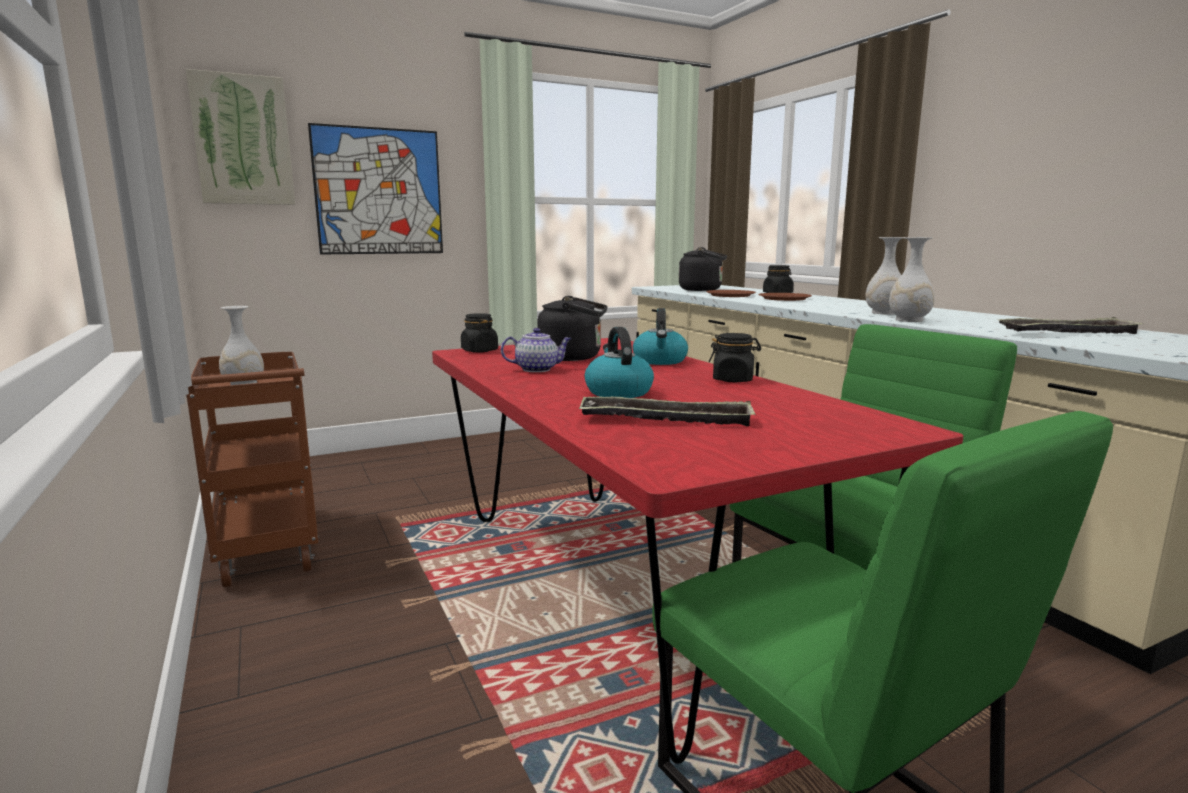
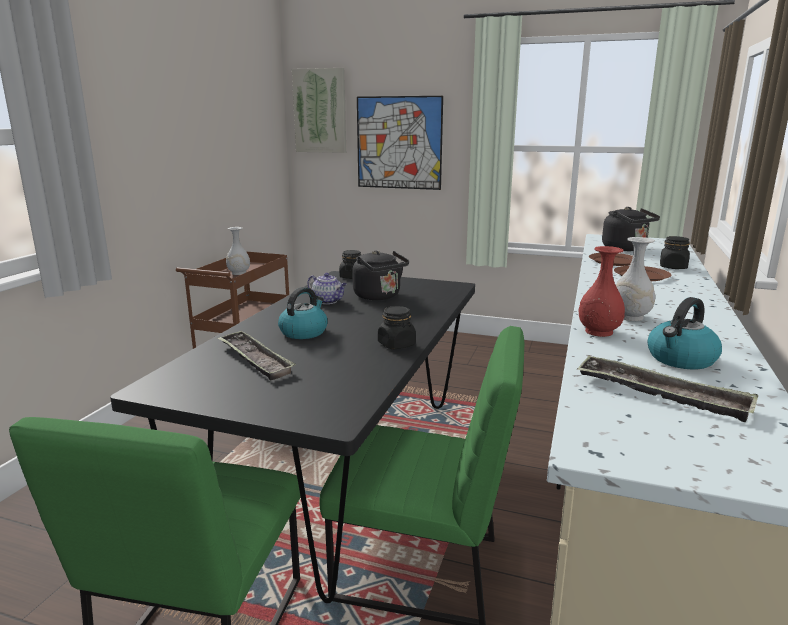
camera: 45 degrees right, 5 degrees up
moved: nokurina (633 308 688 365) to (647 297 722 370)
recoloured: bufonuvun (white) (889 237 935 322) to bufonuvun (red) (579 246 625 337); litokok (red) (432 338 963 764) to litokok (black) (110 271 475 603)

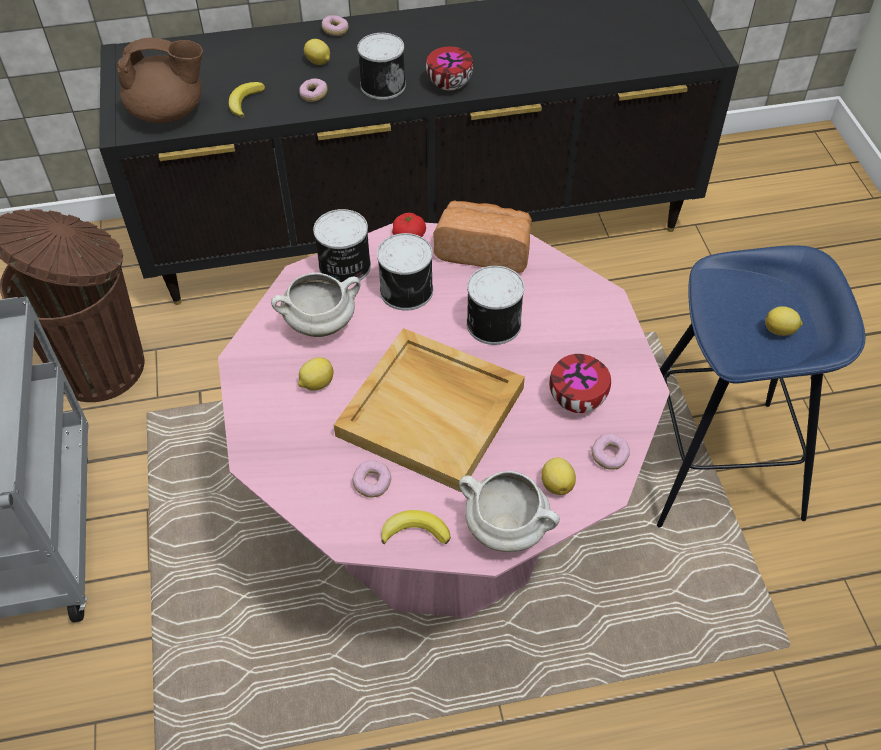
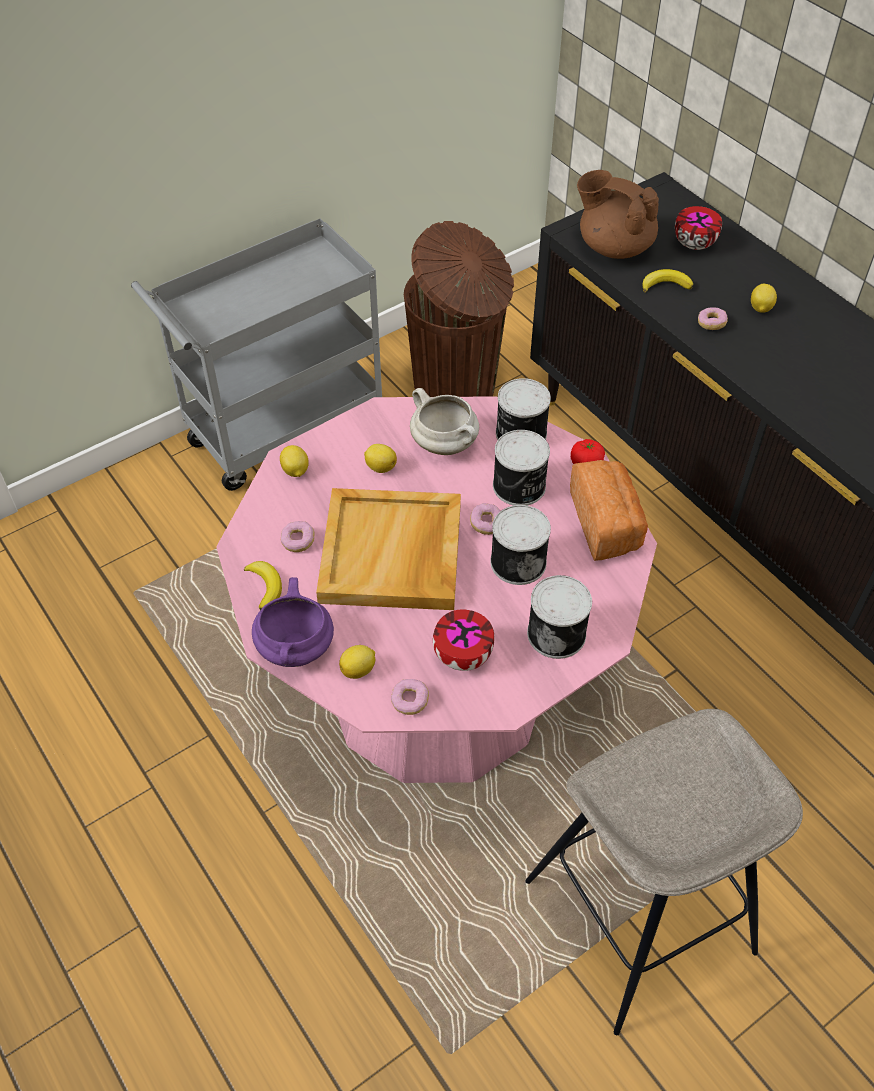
camera: 65 degrees right, 0 degrees up
moved: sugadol (322 15 348 36) to (470 503 501 535); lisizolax (357 33 406 100) to (527 575 592 659); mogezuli (426 46 474 90) to (675 206 722 250); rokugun (765 306 803 336) to (280 445 309 477)
recoloured: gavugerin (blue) (657 245 865 528) to gavugerin (grey) (525 709 803 1036); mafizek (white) (459 471 560 552) to mafizek (purple) (252 577 334 667)
turned: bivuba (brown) (116 38 203 123) = (577 170 659 259) 150 degrees clockwise

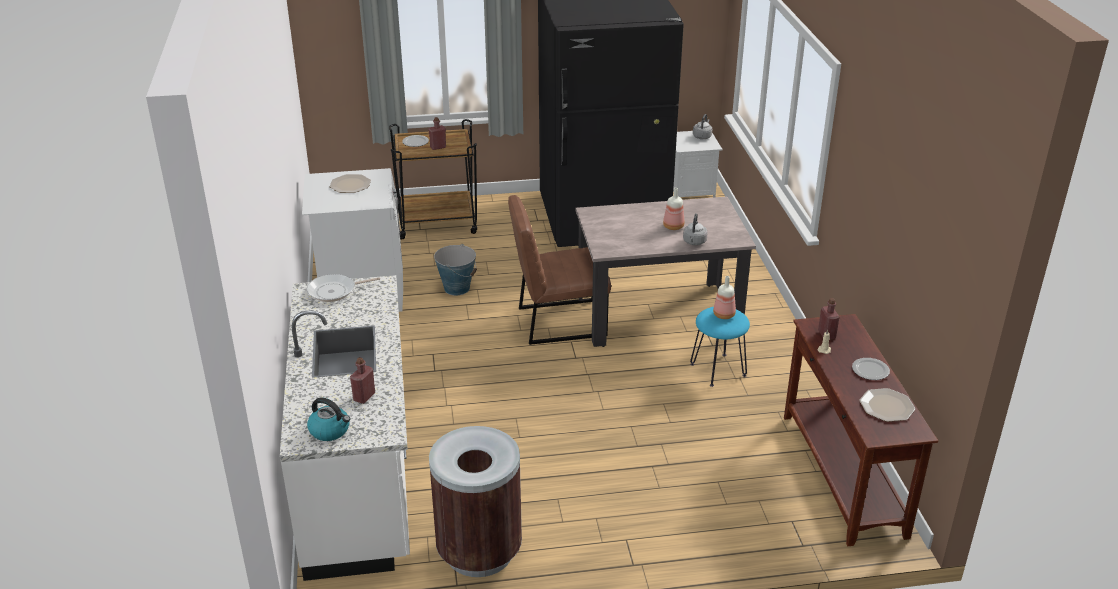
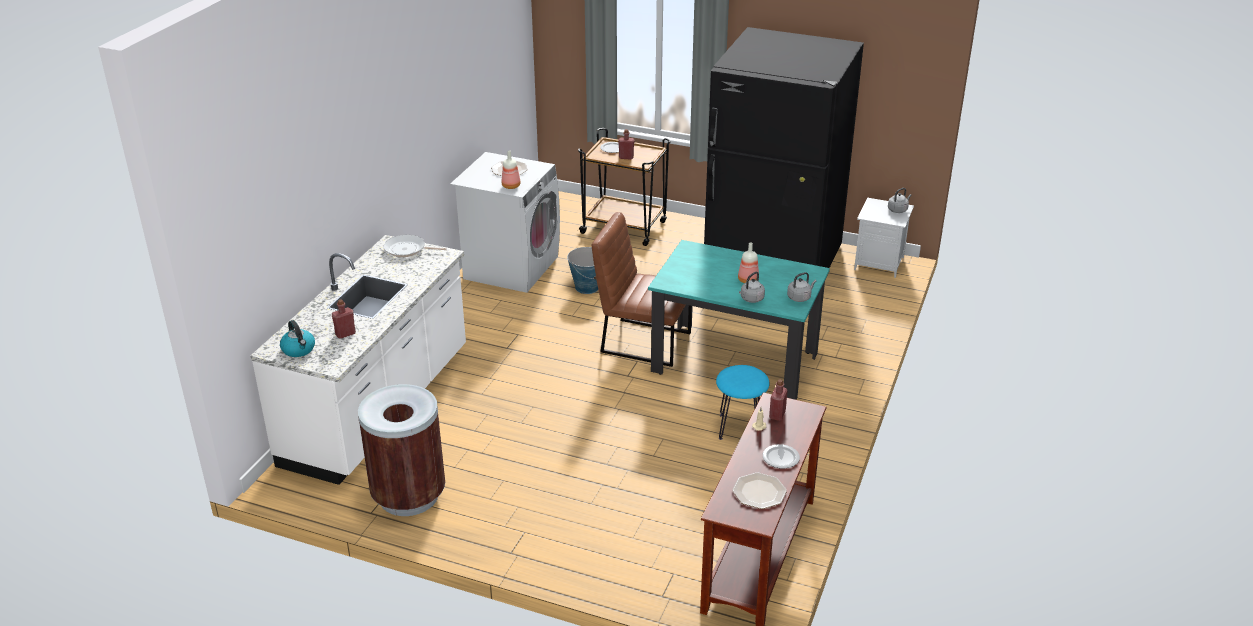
camera: 30 degrees right, 0 degrees up
added: nokurina (grey) (787 272 816 302)
moved: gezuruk (713 276 736 319) to (502 150 521 189)
recoloured: litokok (beige) (576 197 756 347) to litokok (turquoise) (648 240 830 400)

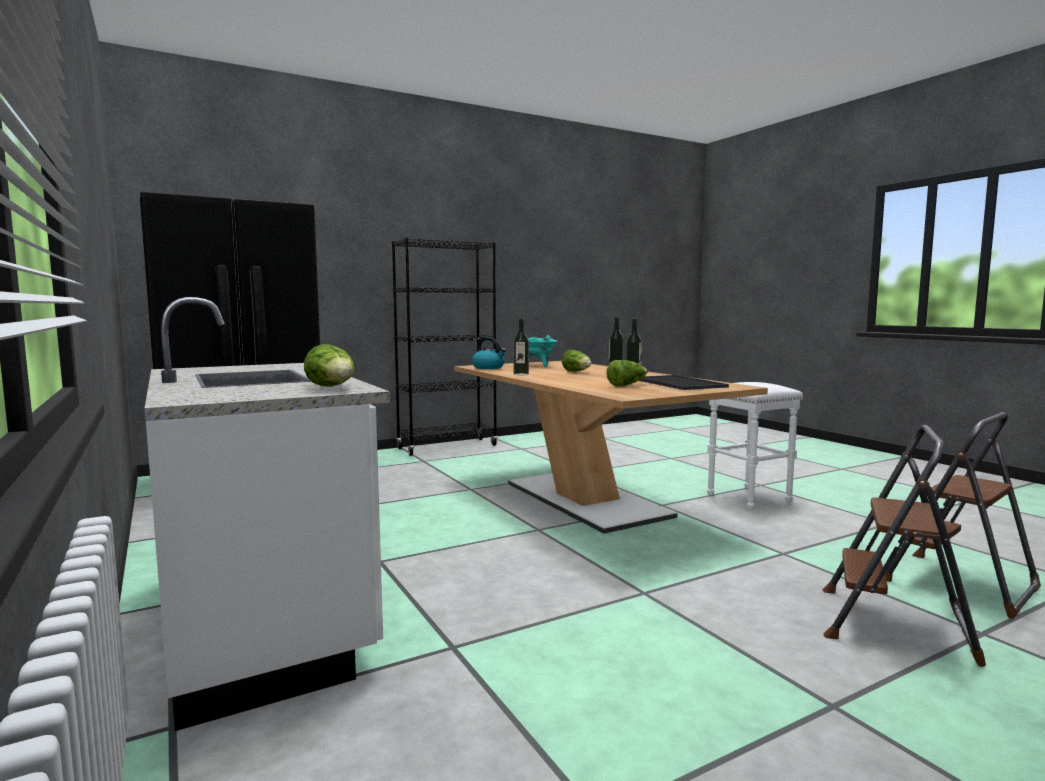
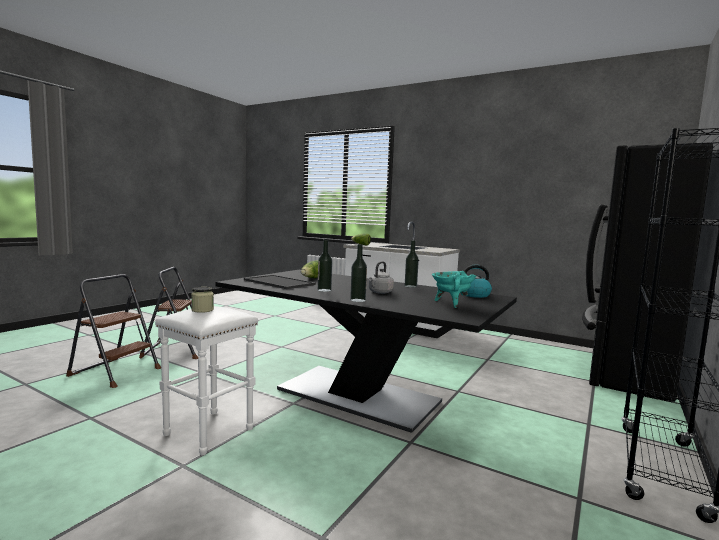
camera: 150 degrees right, 0 degrees up
added: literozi (191 287 214 313)
replaced: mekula (562 350 592 372) to nokurina (grey) (369 261 394 294)
recoloured: litokok (beige) (454 361 768 533) to litokok (black) (215 270 517 433)

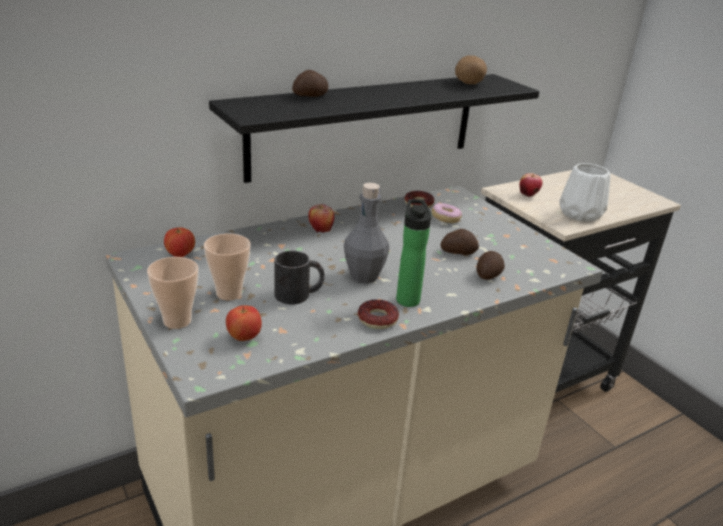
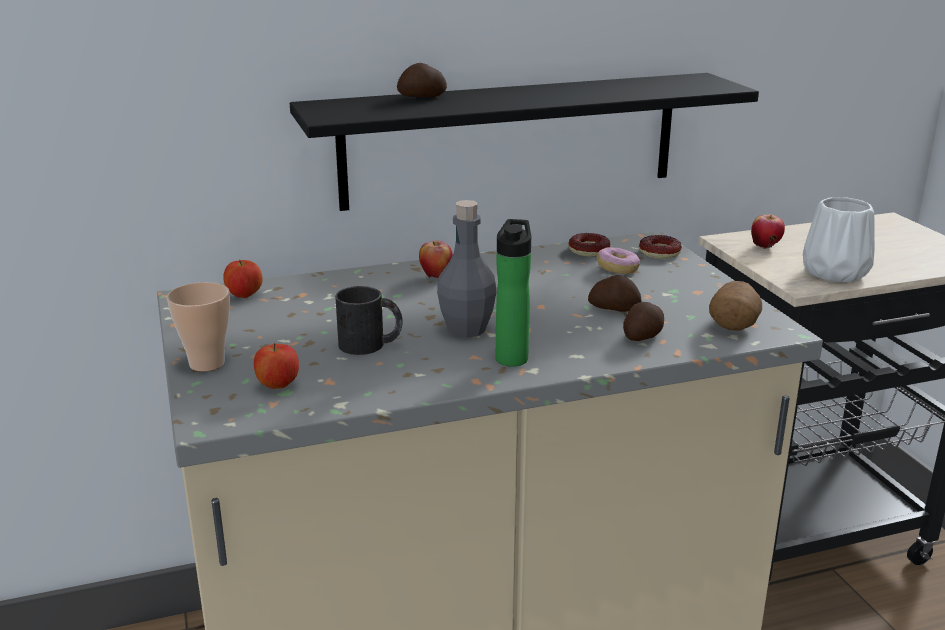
camera: 15 degrees right, 5 degrees down
removed: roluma (204 234 250 300)
moved: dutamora (455 55 487 84) to (709 281 762 331); sugadol (358 299 399 329) to (639 235 682 259)

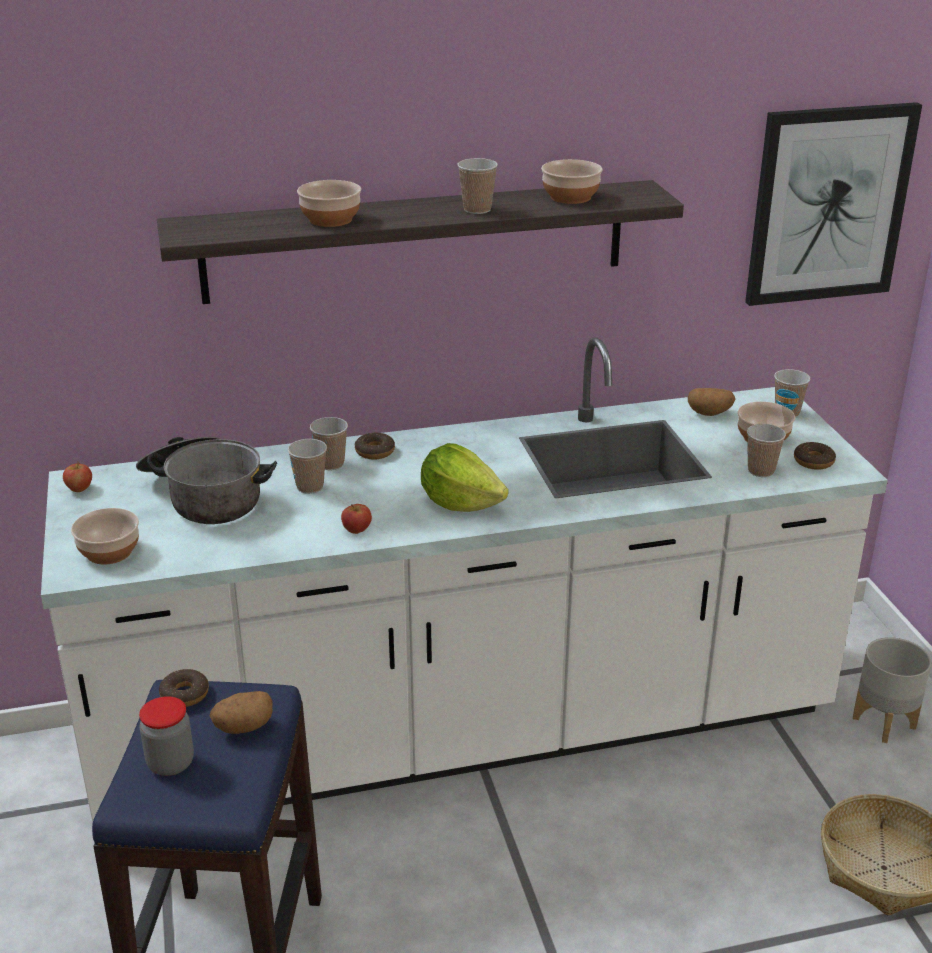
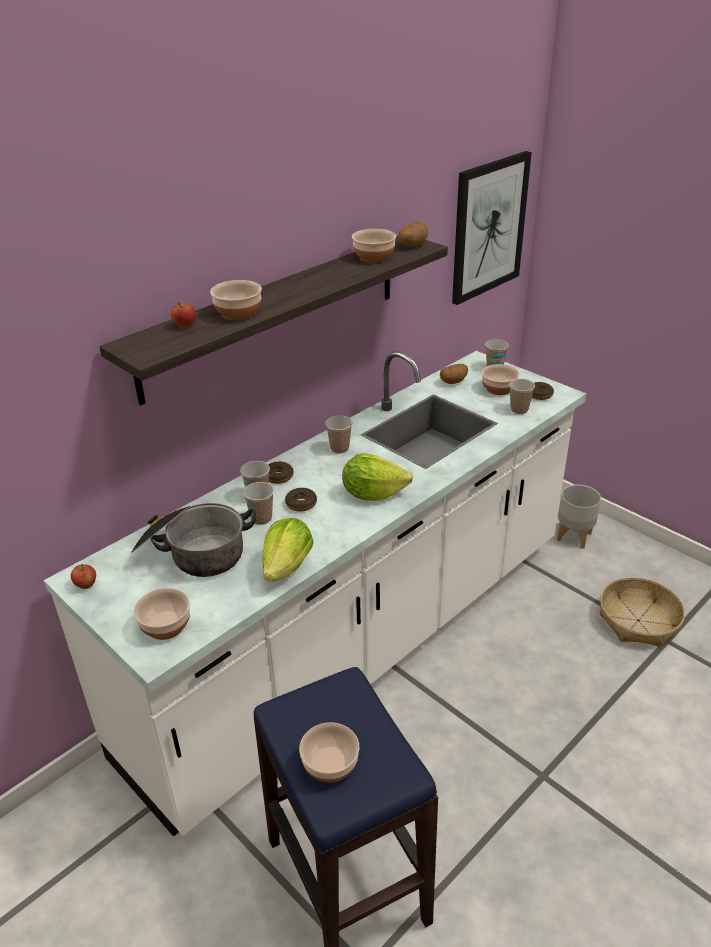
camera: 30 degrees left, 5 degrees up
added: mekula (263 518 314 582)
moved: roluma (457 158 498 214) to (325 416 352 454); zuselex (341 504 372 534) to (171 303 196 328); sugadol (159 669 209 707) to (285 488 317 512); dutamora (209 691 273 734) to (398 221 428 247)
replaced: literozi (139 696 194 776) to mogezuli (299 722 359 783)

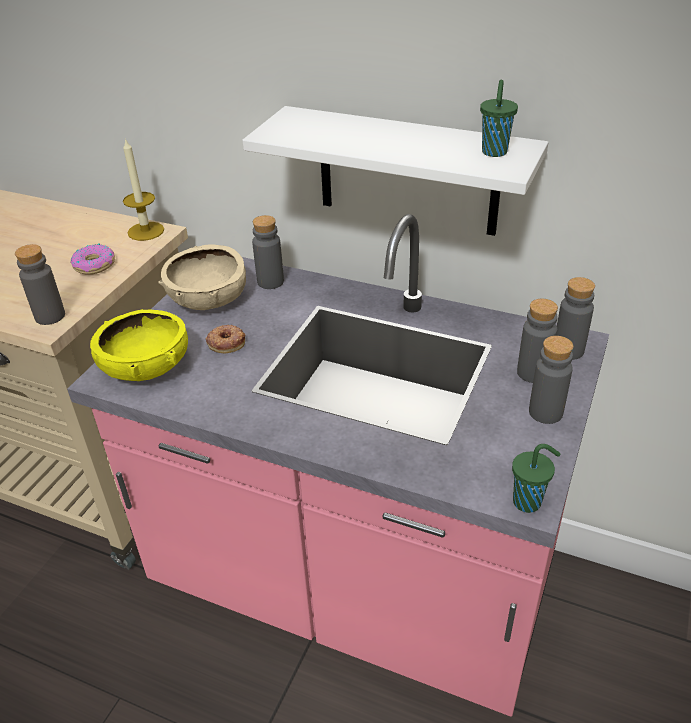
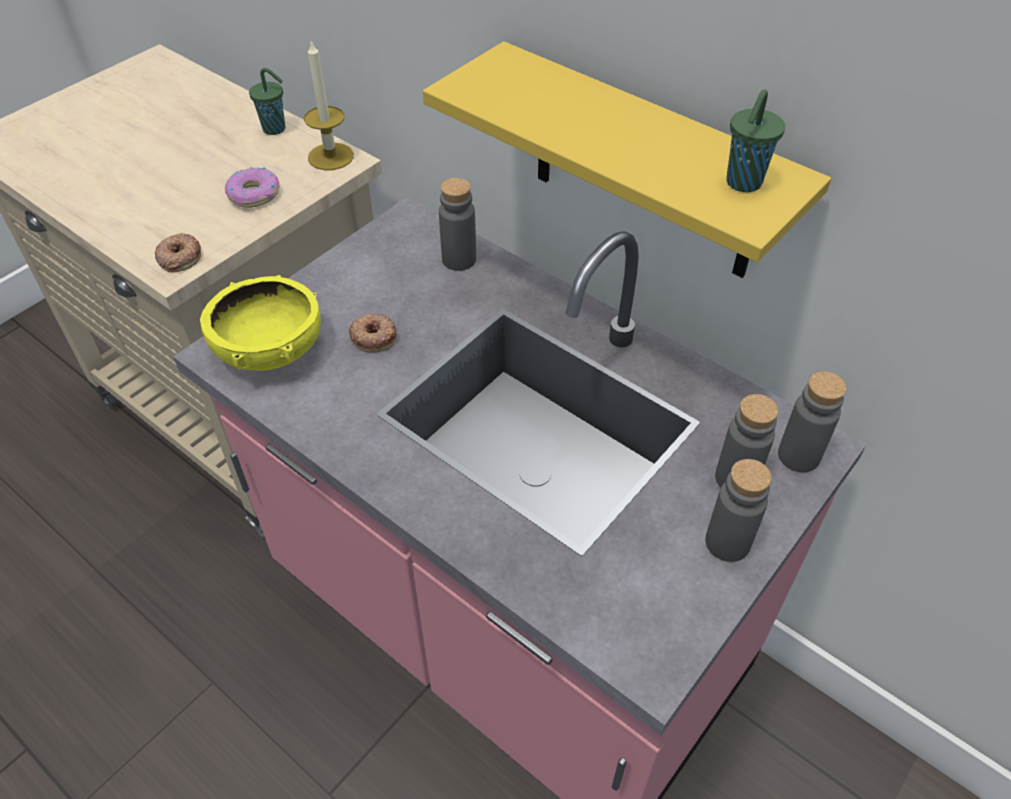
camera: 15 degrees right, 10 degrees up
removed: mogezuli (beige) (158 244 246 310)
moved: roluma (green) (512 444 561 513) to (249 68 285 135)
replaced: gezuruk (grey) (15 244 65 325) to sugadol (155 233 201 272)
recoloured: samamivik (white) (242 106 548 236) to samamivik (yellow) (423 41 831 278)

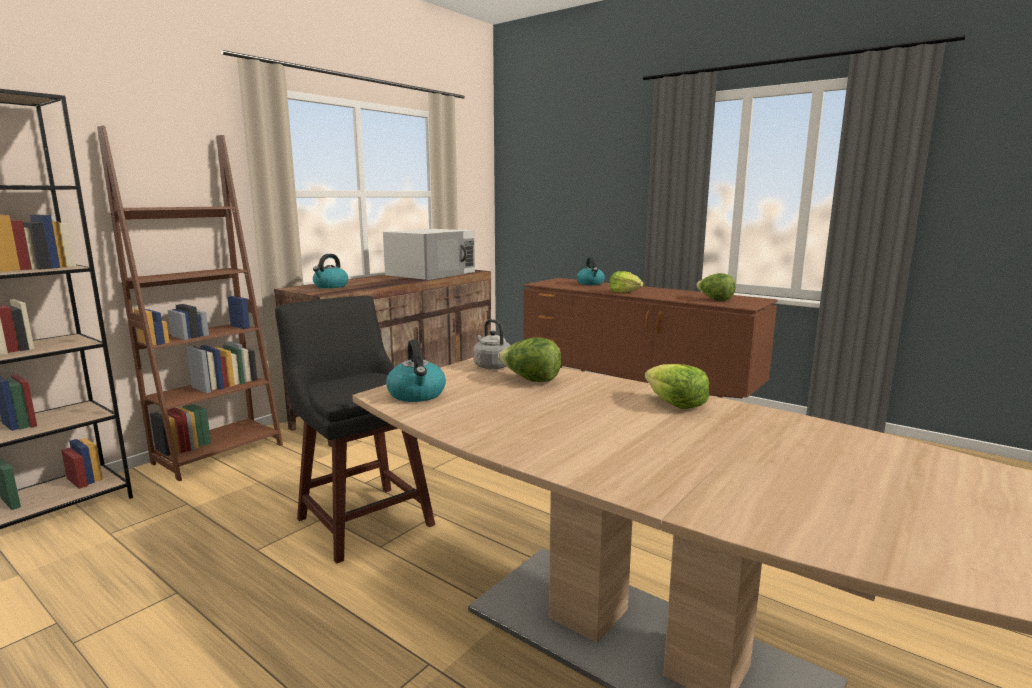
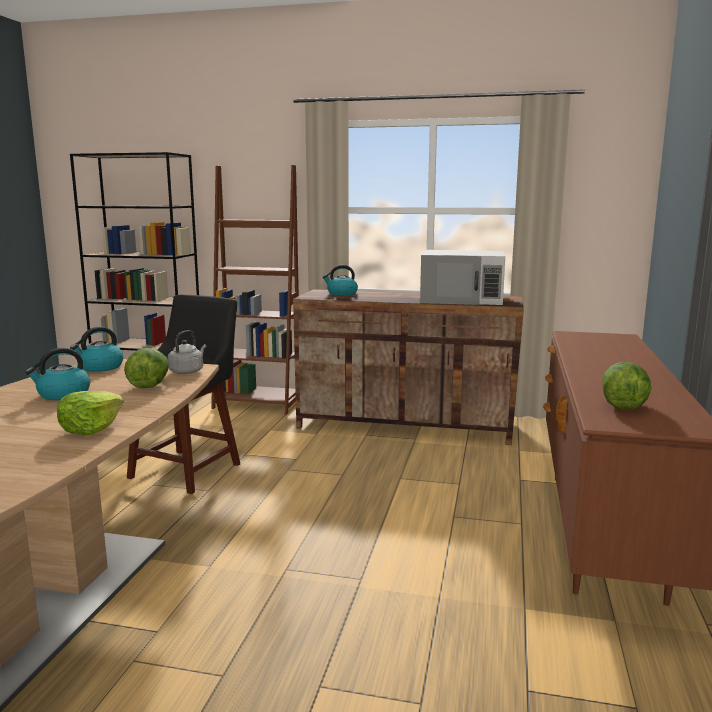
camera: 65 degrees right, 0 degrees up
removed: mekula (609 271 643 293)
moved: nokurina (577 257 605 285) to (26 348 90 400)

